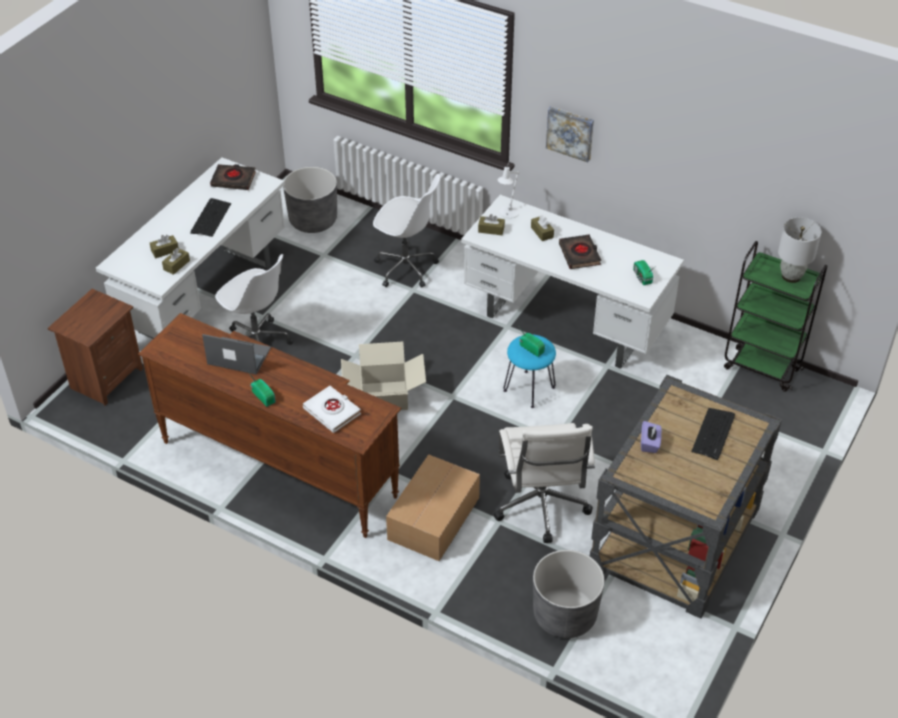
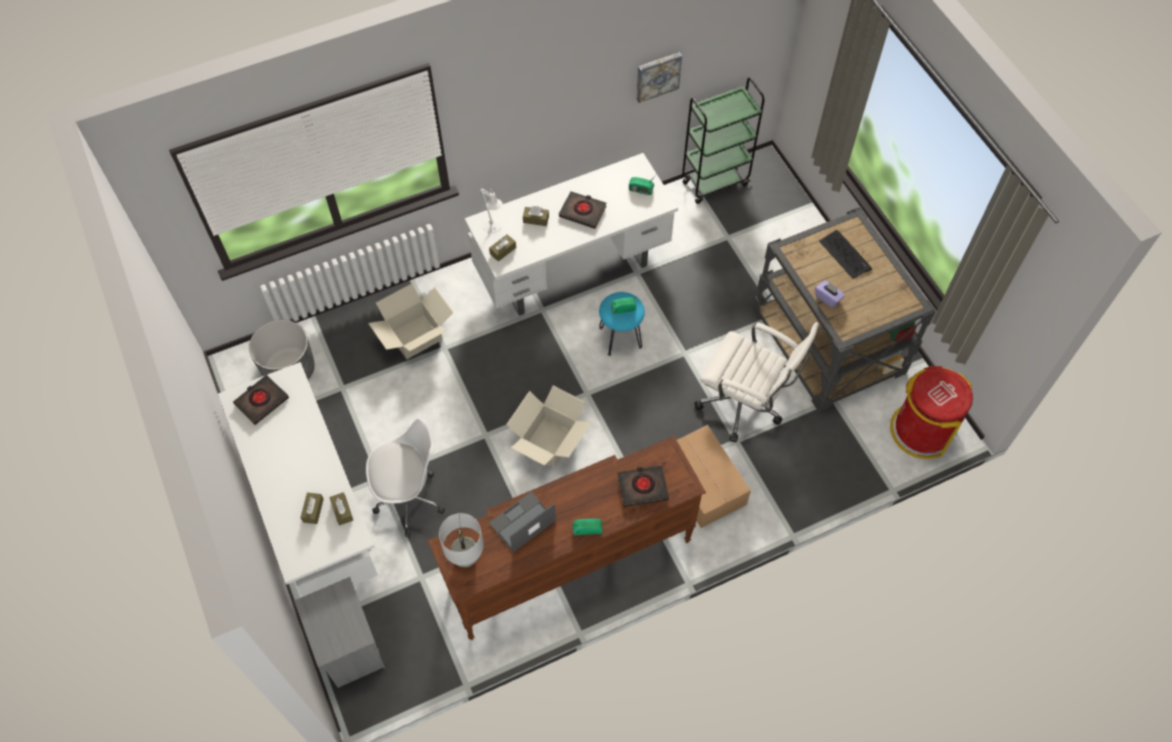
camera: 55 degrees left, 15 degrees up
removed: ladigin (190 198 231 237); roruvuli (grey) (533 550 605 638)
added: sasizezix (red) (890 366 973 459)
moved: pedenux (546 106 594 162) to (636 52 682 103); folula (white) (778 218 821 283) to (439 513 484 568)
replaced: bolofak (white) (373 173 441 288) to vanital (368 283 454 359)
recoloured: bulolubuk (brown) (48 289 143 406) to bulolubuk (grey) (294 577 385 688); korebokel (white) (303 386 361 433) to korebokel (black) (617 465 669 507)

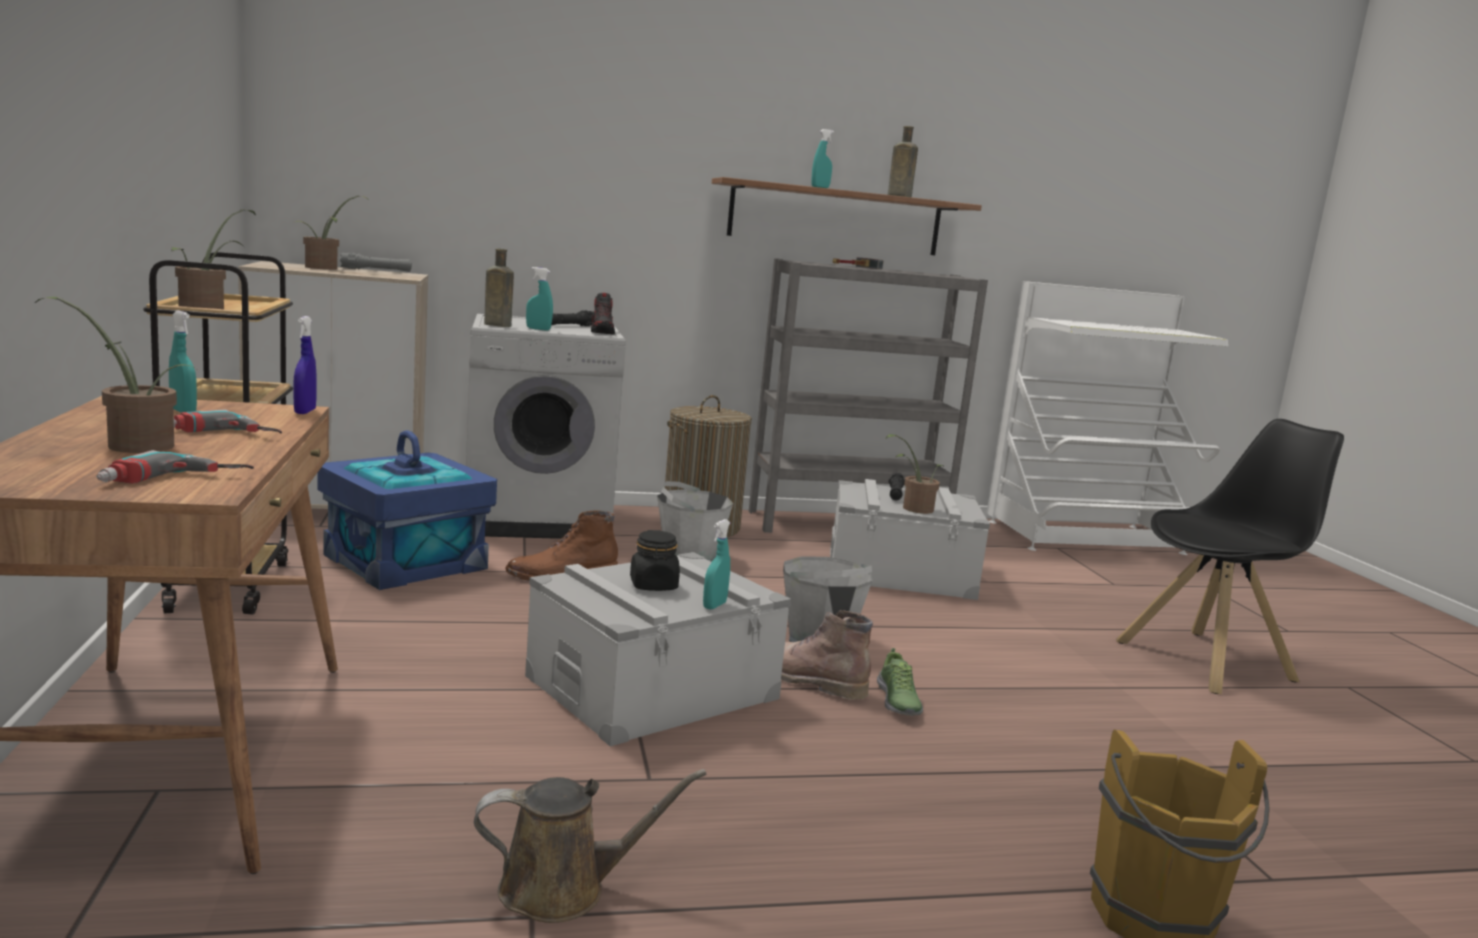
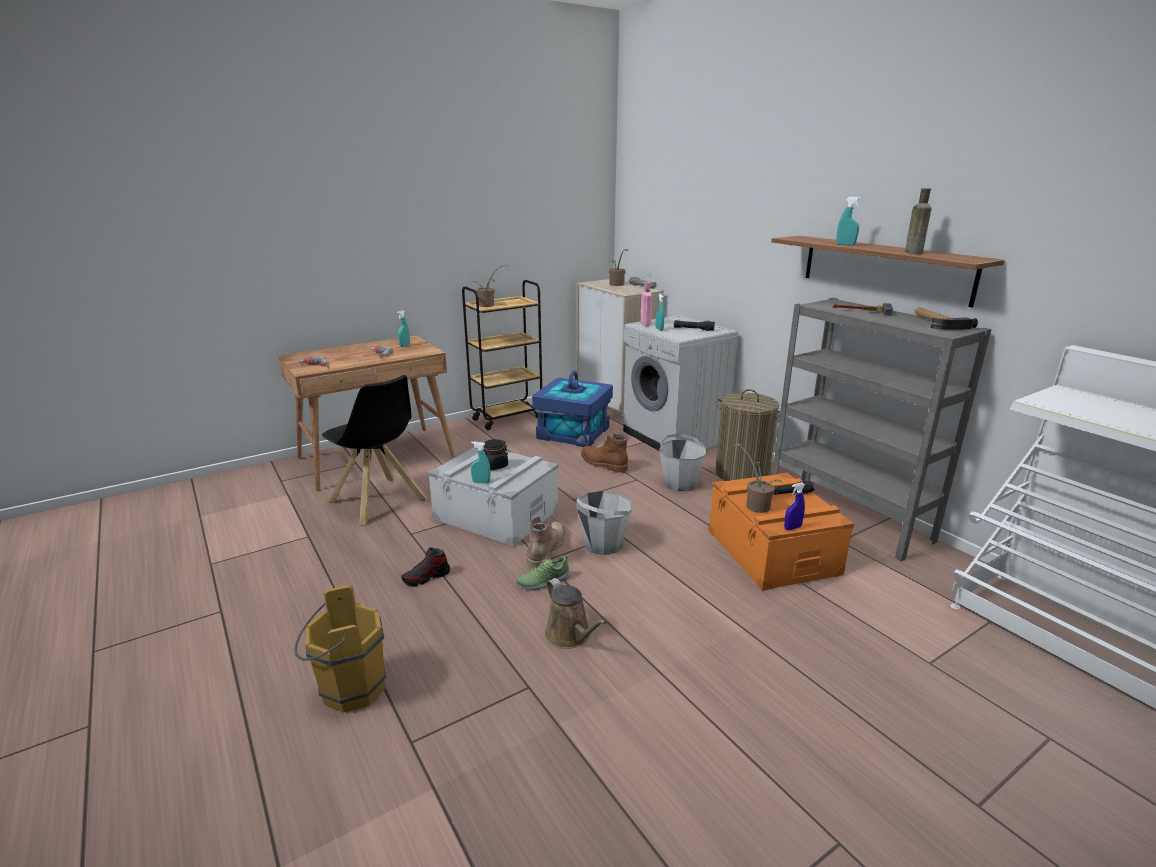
camera: 70 degrees right, 10 degrees up
removed: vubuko (34 297 196 453)
added: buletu (915 307 978 330)
moved: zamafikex (591 293 615 335) to (401 547 450 587); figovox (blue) (293 316 316 414) to (784 482 805 530); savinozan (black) (1116 419 1344 694) to (322 375 427 525); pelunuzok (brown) (474 769 707 923) to (545 578 606 649)
recoloured: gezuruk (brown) (484 249 514 327) to gezuruk (pink) (641 282 652 326); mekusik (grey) (830 479 990 600) to mekusik (orange) (708 473 854 591)

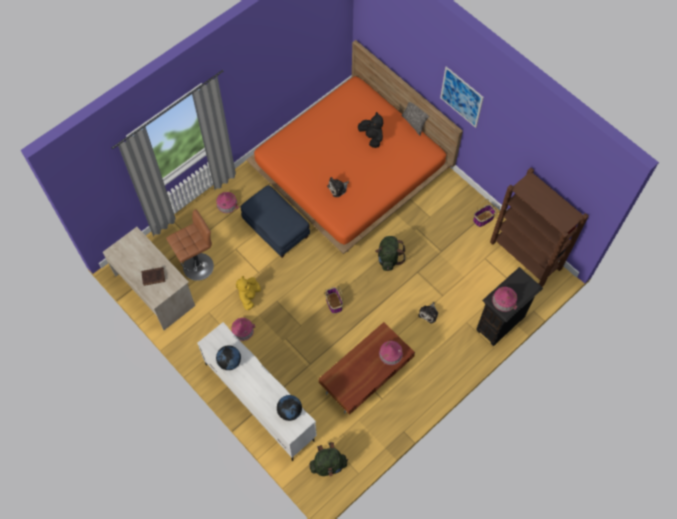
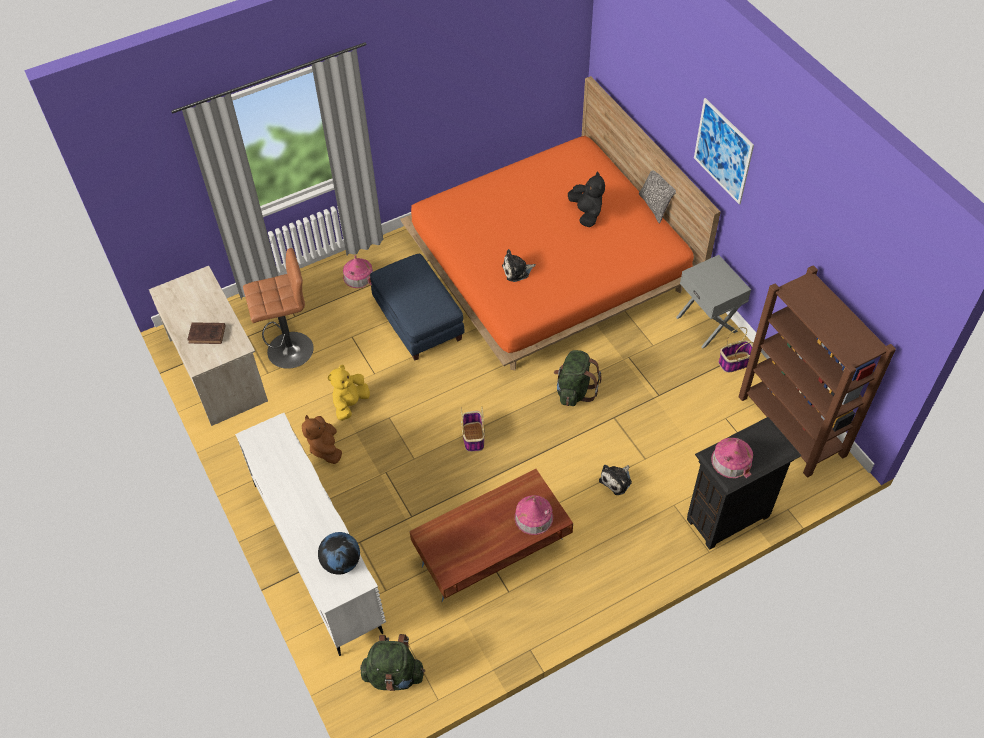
camera: 15 degrees right, 10 degrees down
removed: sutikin (216 345 241 370)
added: bulolubuk (grey) (676 255 751 349)
replaced: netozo (231 318 255 341) to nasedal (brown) (302 415 342 464)

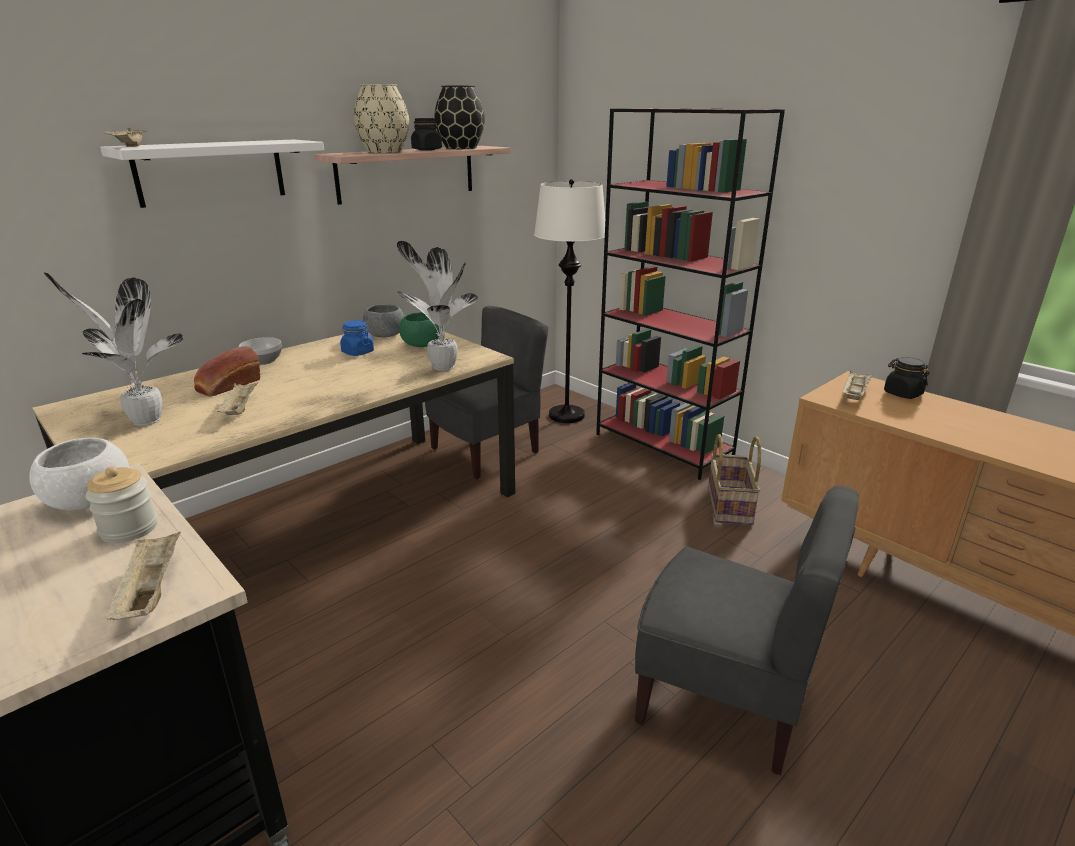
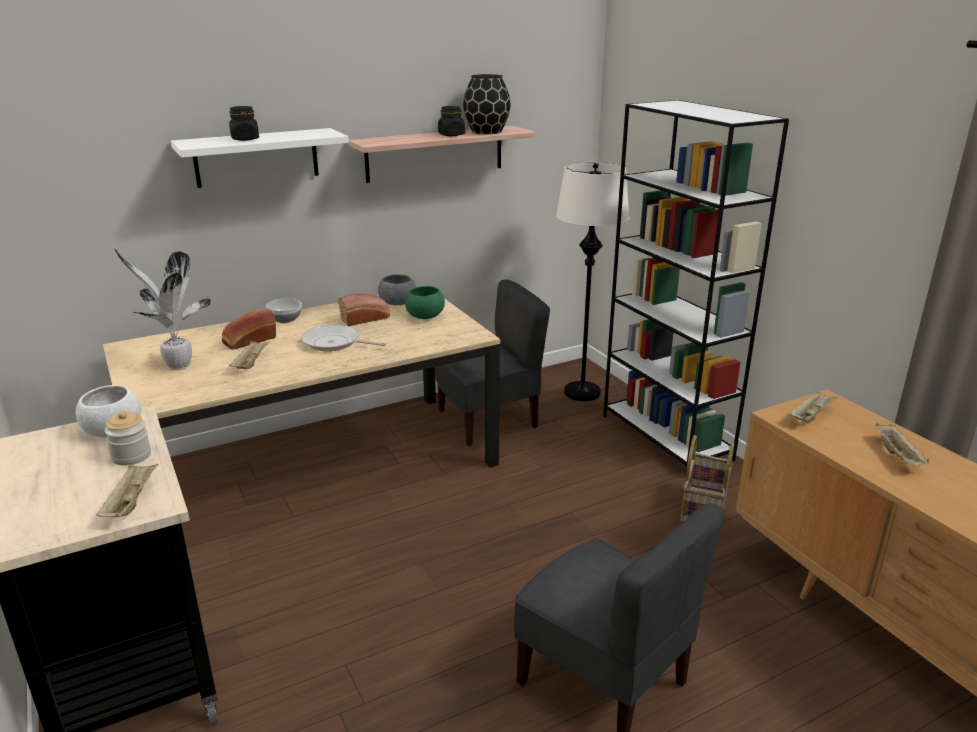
camera: 15 degrees right, 0 degrees up
removed: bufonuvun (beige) (354 84 409 153); vubuko (397 241 478 371)
added: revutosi (302 325 386 351)
moved: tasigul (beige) (105 128 148 147) to (875 423 929 465); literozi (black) (884 357 930 399) to (229 106 259 141)
replaced: literozi (blue) (340 320 374 356) to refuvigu (338 294 390 326)
recoloured: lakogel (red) (596 108 785 480) to lakogel (white) (603 100 789 477)

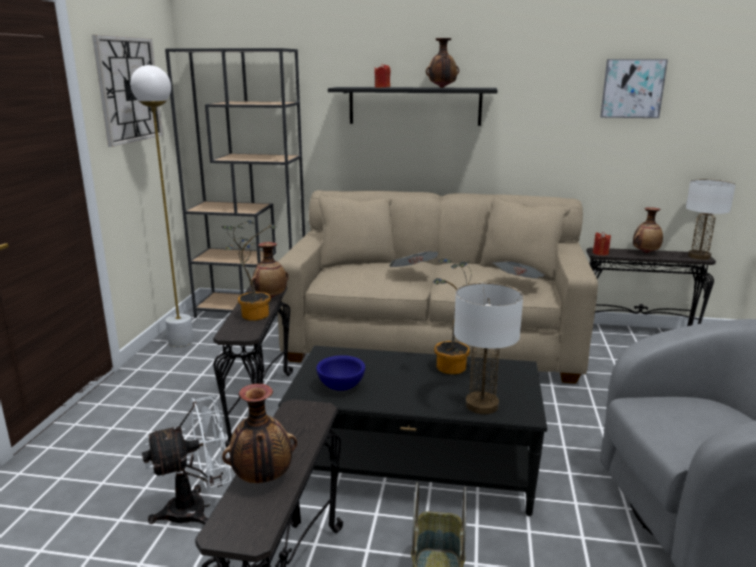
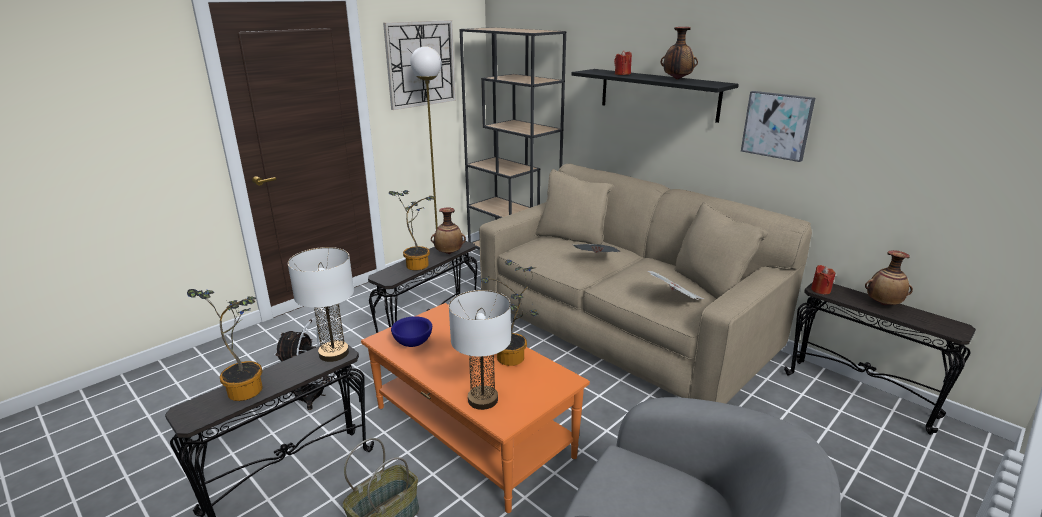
camera: 35 degrees right, 5 degrees up
moved: pedenux (600 59 668 118) to (741 91 815 162); folula (686 179 736 260) to (288 247 354 362)
replaced: bufonuvun (222 384 297 483) to vubuko (187 289 263 401)
recoloured: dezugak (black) (278 346 547 517) to dezugak (orange) (361 303 590 514)

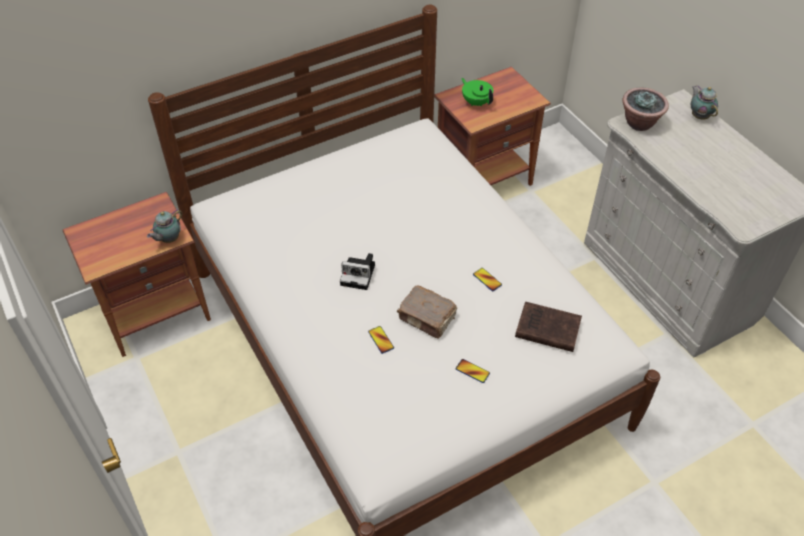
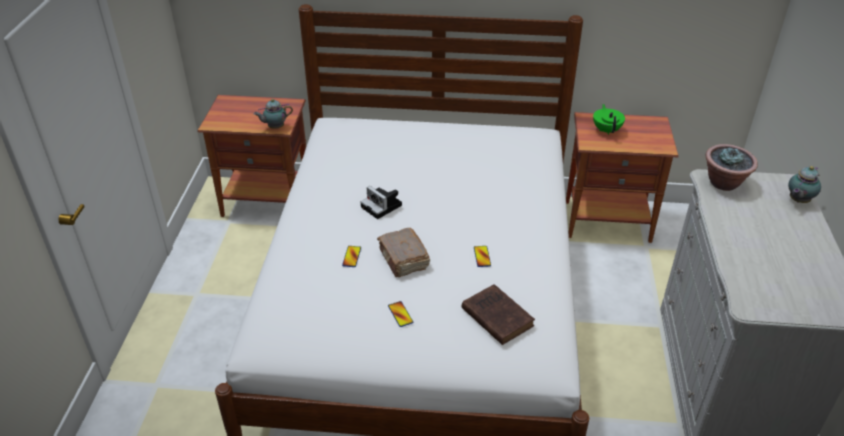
camera: 35 degrees right, 10 degrees down
turned: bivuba (690 85 718 119) = (788 166 821 203) 150 degrees counterclockwise

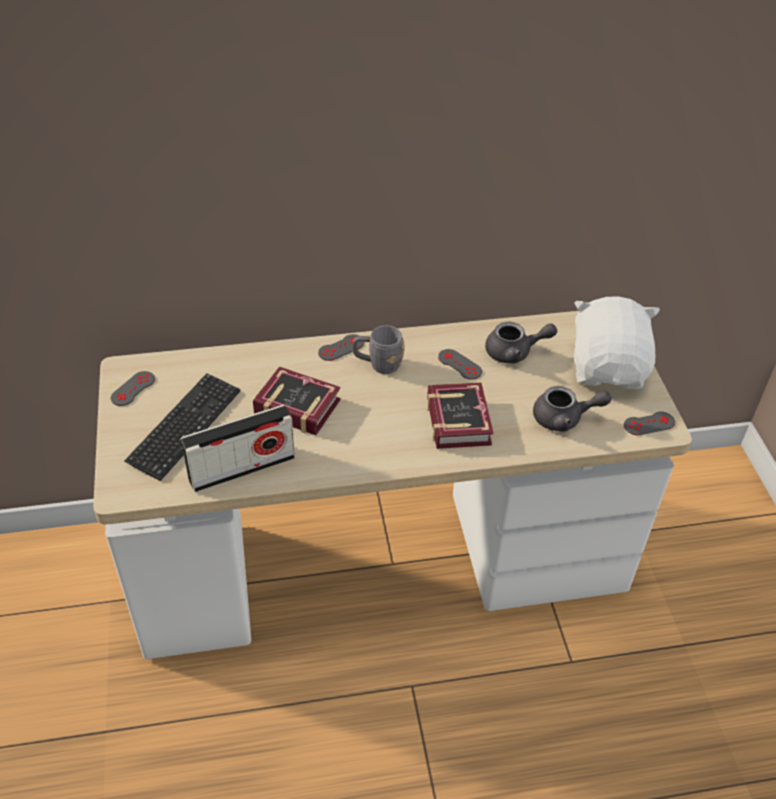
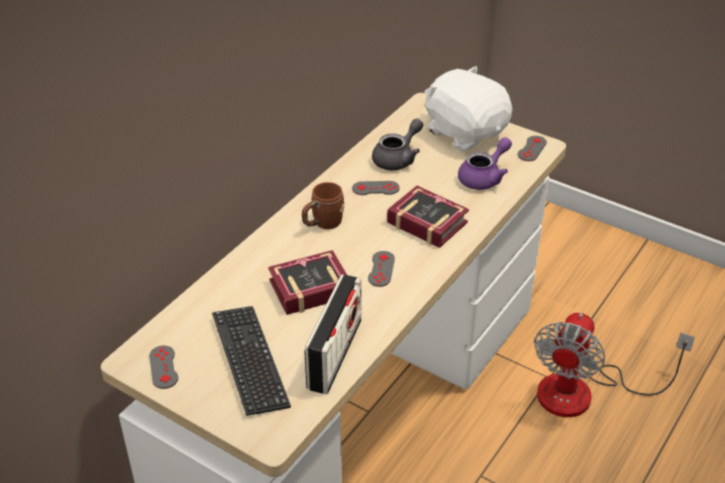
camera: 45 degrees left, 5 degrees down
added: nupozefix (534 313 695 417)
moved: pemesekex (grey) (318 334 364 361) to (368 251 395 287)
recoloured: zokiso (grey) (352 325 405 374) to zokiso (brown) (302 182 344 229); bivuba (grey) (533 386 612 432) to bivuba (purple) (458 137 512 190)

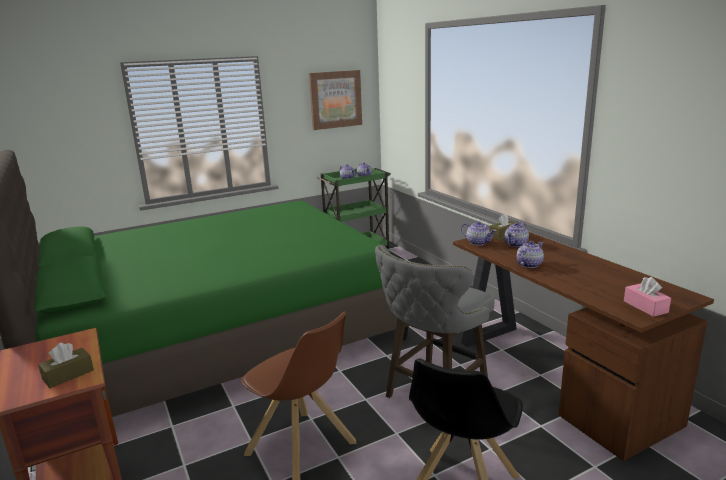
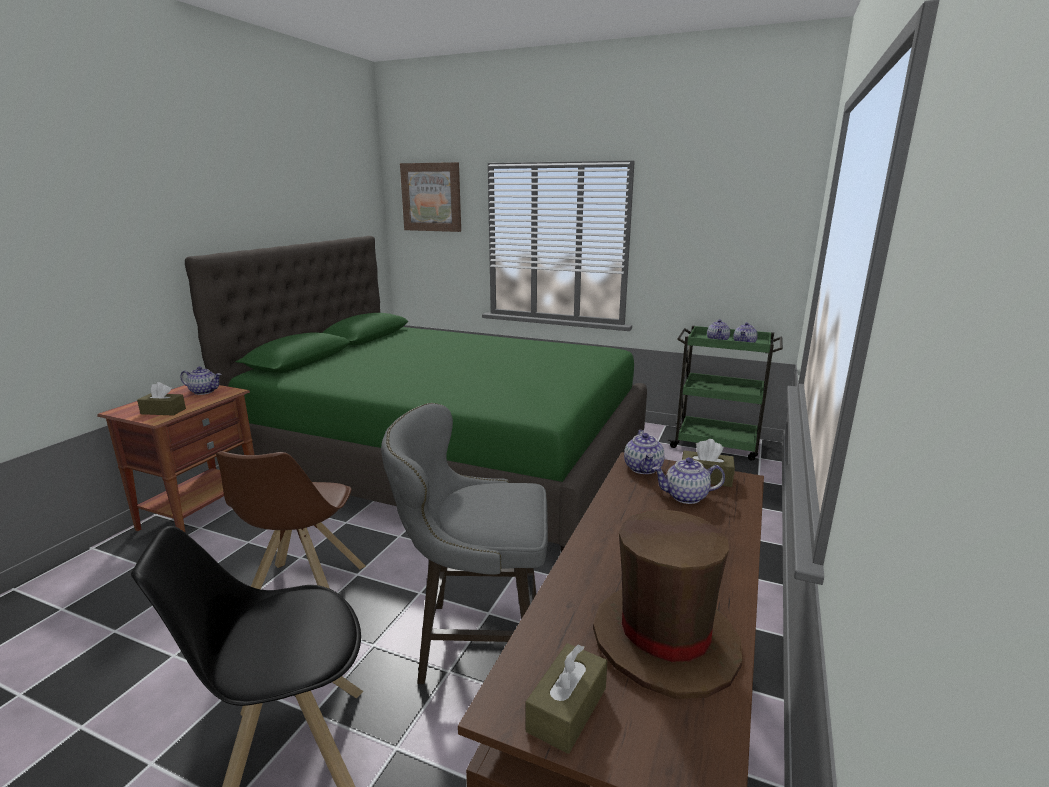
camera: 50 degrees right, 0 degrees up
added: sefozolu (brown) (593 510 742 699)
moved: pedenux (309 70 362 130) to (400 162 461 232); bivuba (517 241 544 268) to (180 366 222 395)
recoloured: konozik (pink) (624 277 671 317) to konozik (brown) (526 643 607 754)

